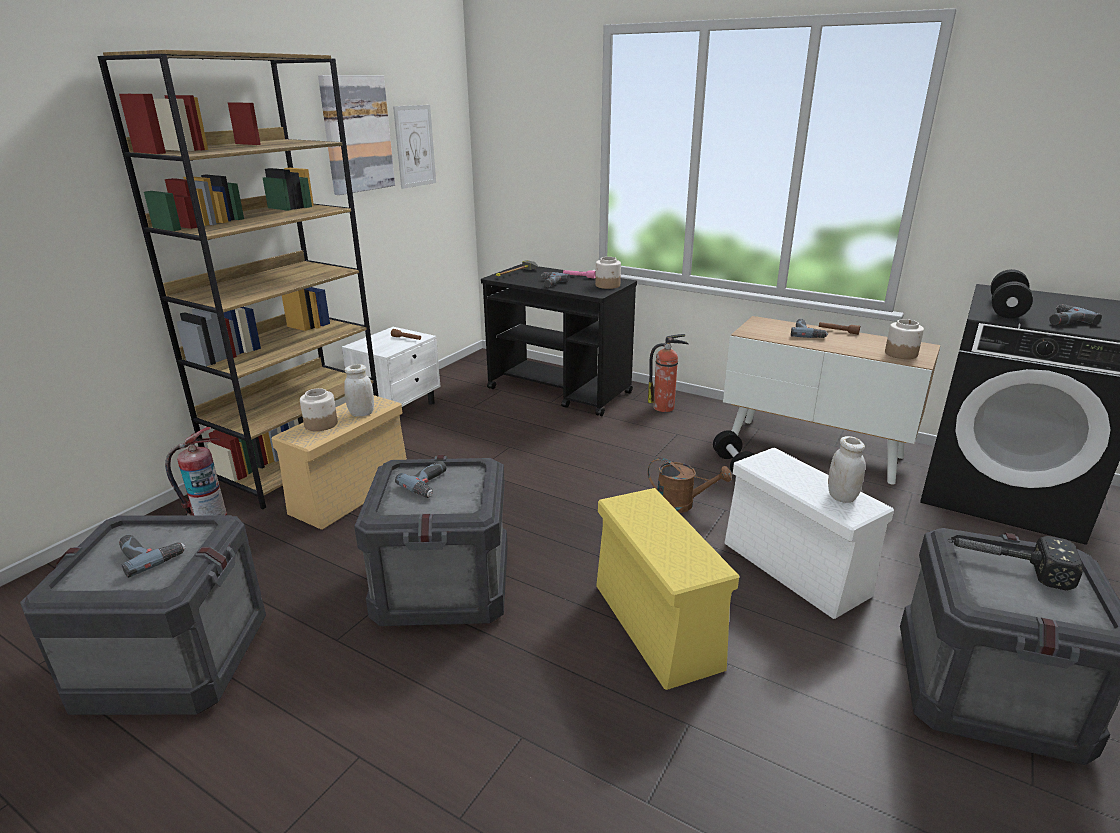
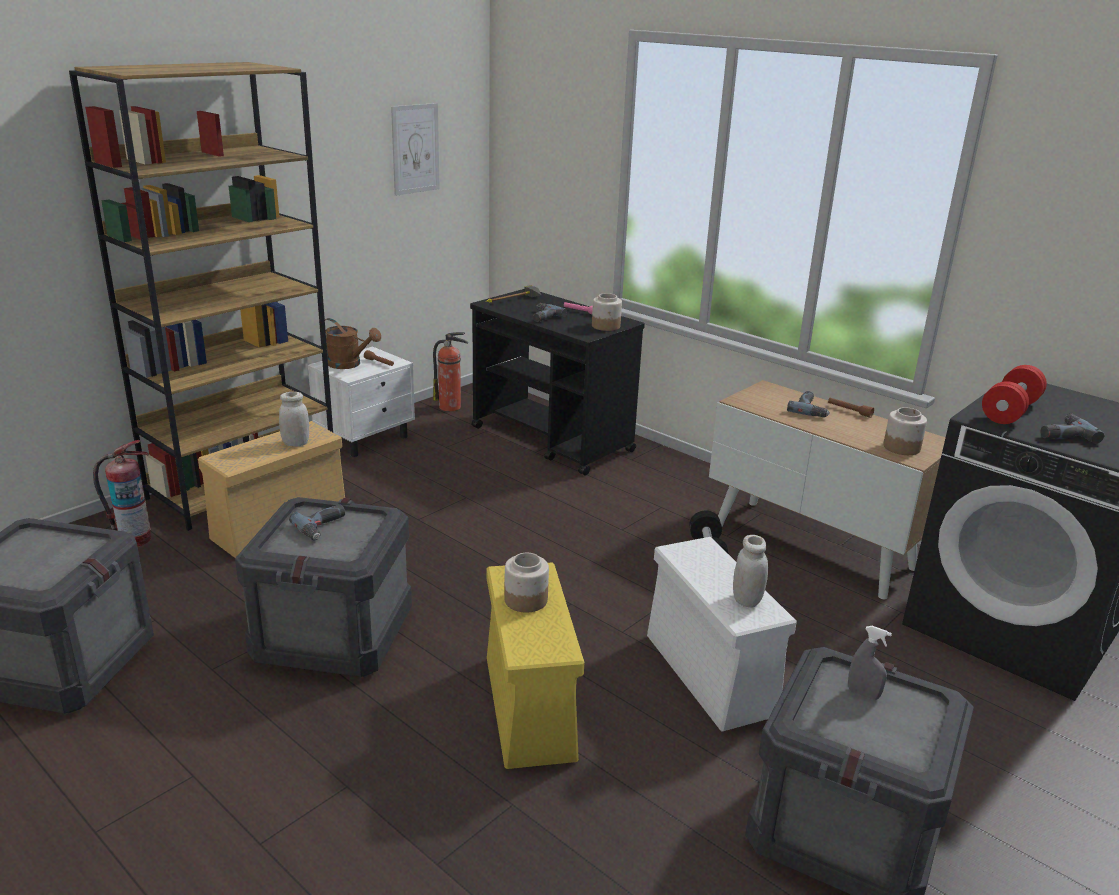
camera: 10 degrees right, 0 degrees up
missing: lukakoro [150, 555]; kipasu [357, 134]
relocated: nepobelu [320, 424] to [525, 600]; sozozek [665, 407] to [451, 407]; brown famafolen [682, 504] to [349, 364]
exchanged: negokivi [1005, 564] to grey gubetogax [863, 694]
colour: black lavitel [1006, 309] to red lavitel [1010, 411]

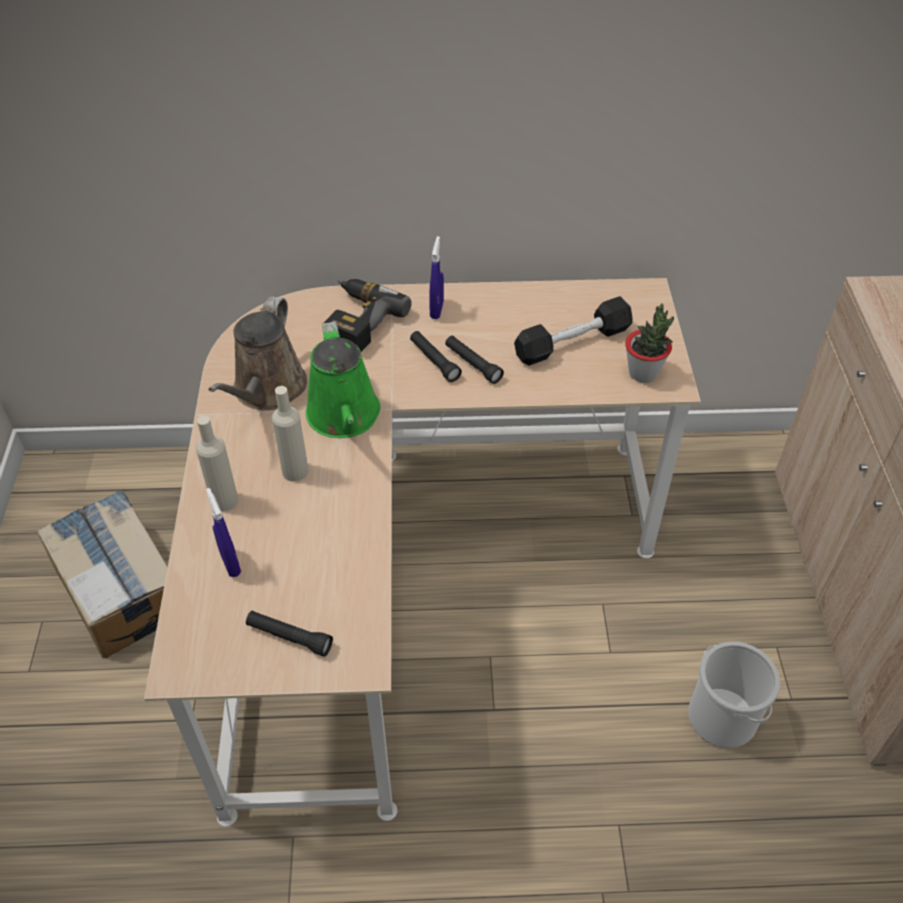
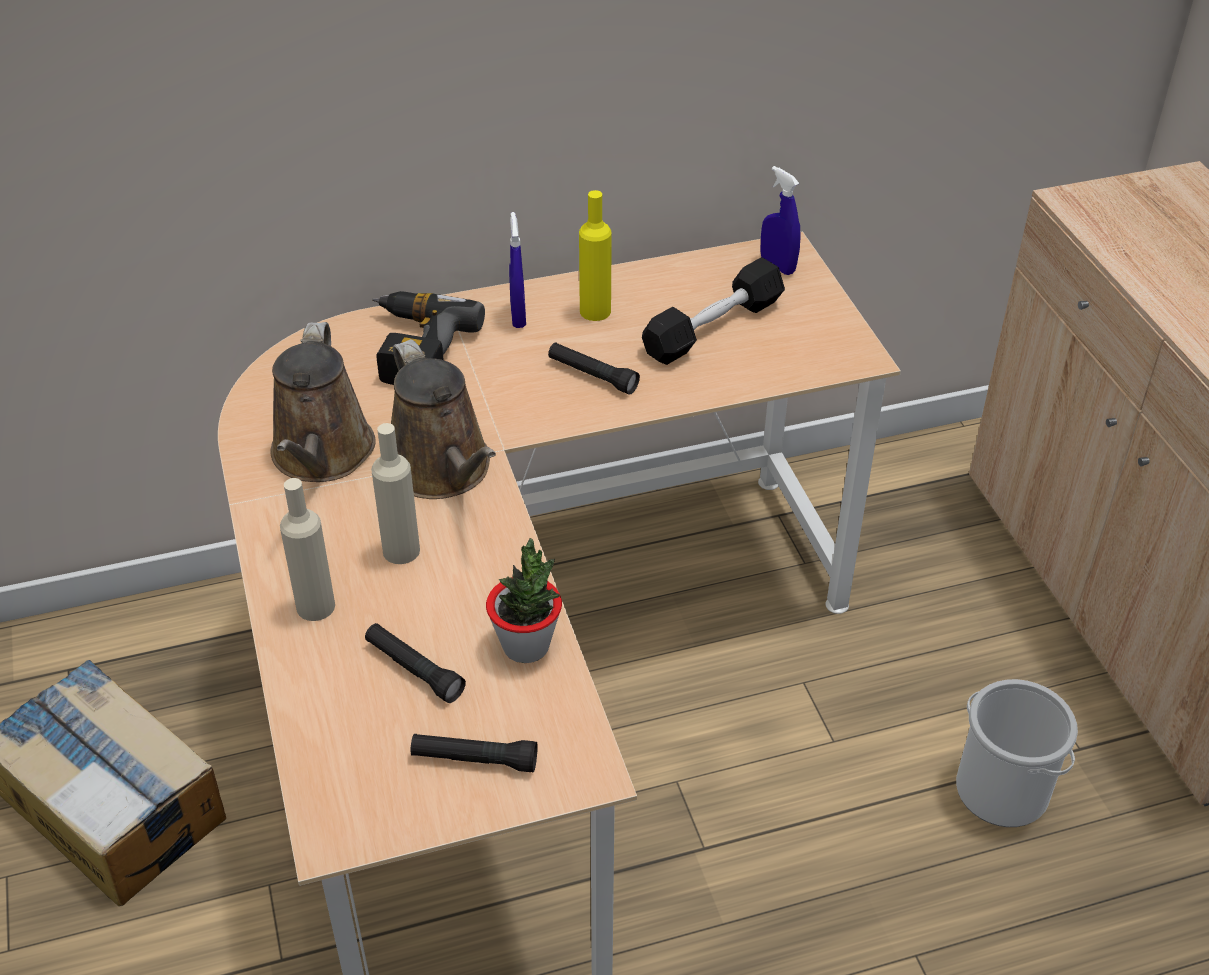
camera: 15 degrees left, 5 degrees down
appeared: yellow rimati [595, 311]
relocated: blue gubetogax [230, 563] to [777, 266]; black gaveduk [434, 361] to [414, 670]; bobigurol [643, 373] to [526, 646]
colour: green famafolen [344, 417] to brown famafolen [443, 471]

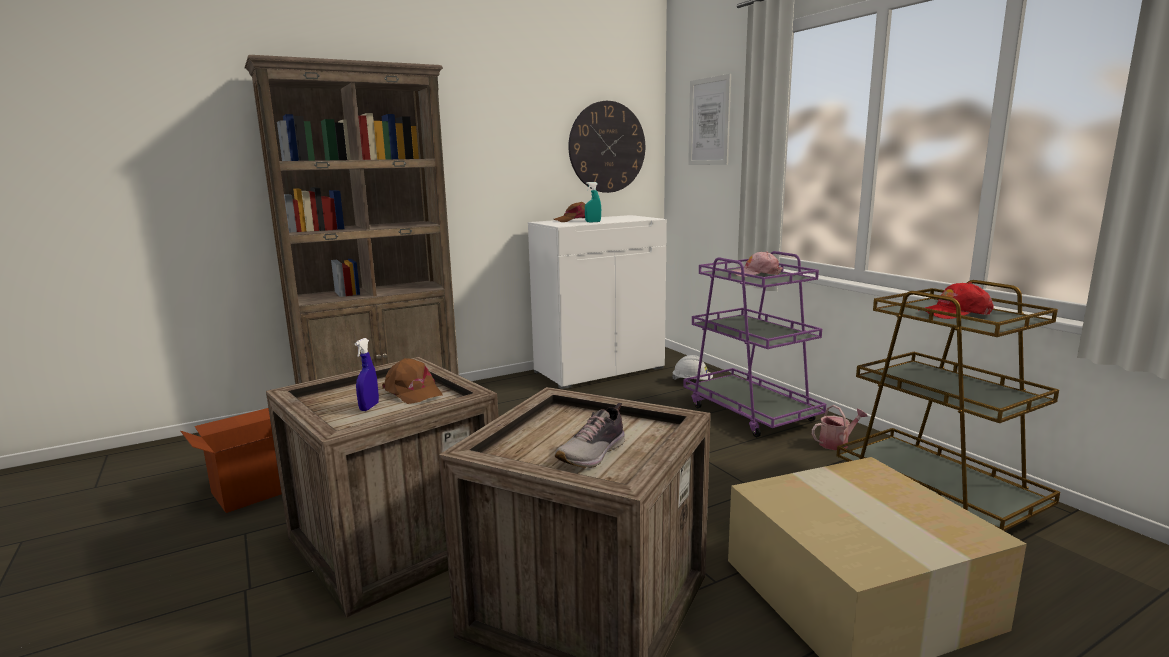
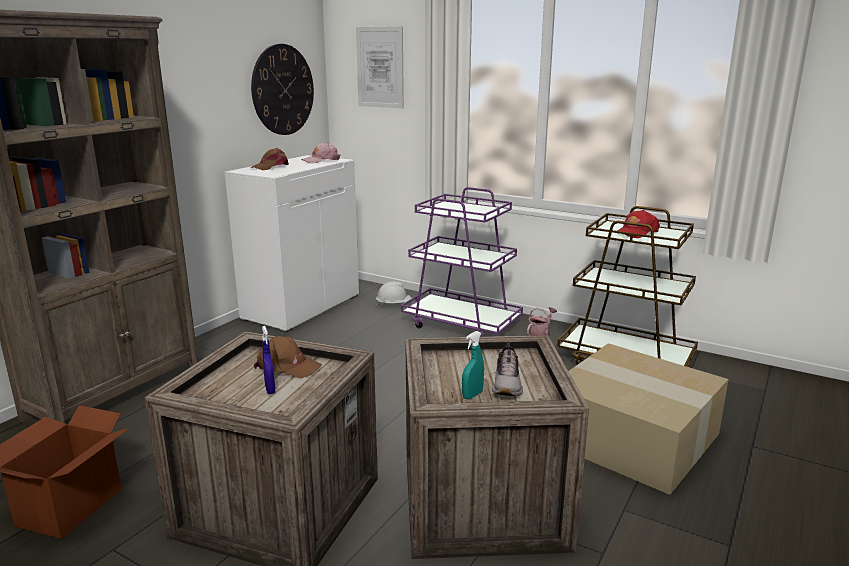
camera: 30 degrees left, 5 degrees up
relocated: turquoise gubetogax [593, 222] to [472, 395]; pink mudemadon [756, 274] to [321, 160]

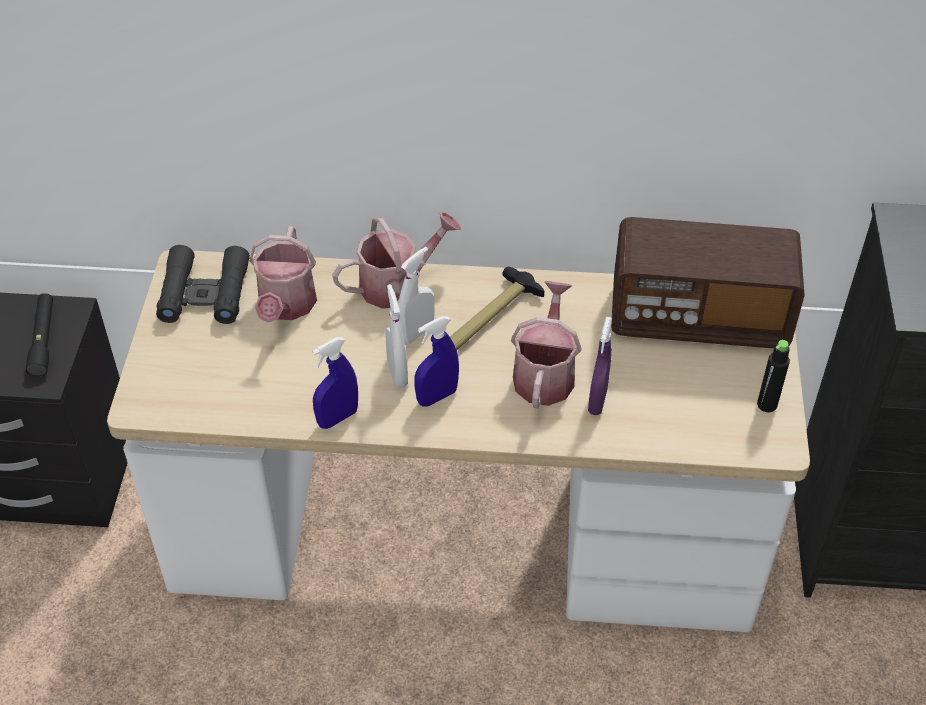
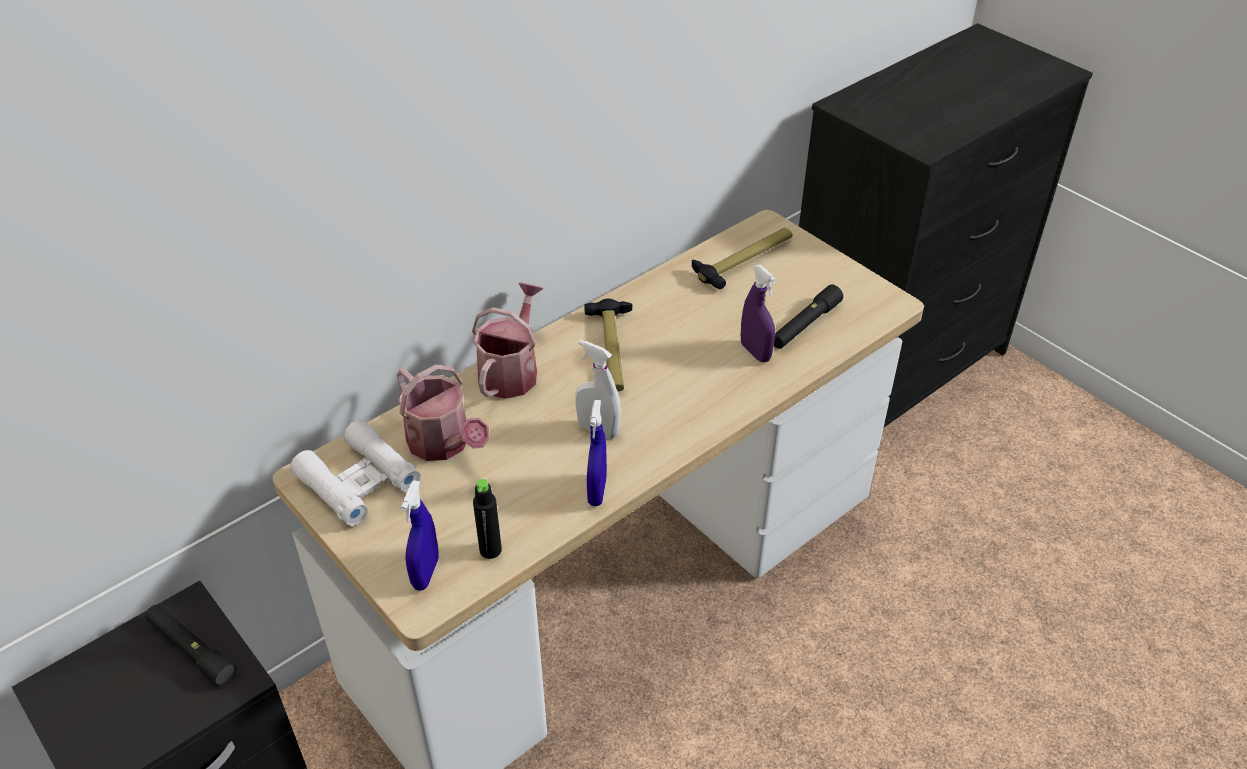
camera: 45 degrees left, 5 degrees down
missing: white gubetogax [416, 333]; famafolen [545, 373]
appeared: black gaveduk [805, 325]
relocated: blue gubetogax [437, 397] to [425, 573]; black rimati [767, 404] to [490, 550]
exchanged: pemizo [698, 318] to negokivi [744, 261]
colour: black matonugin [204, 293] to white matonugin [358, 481]

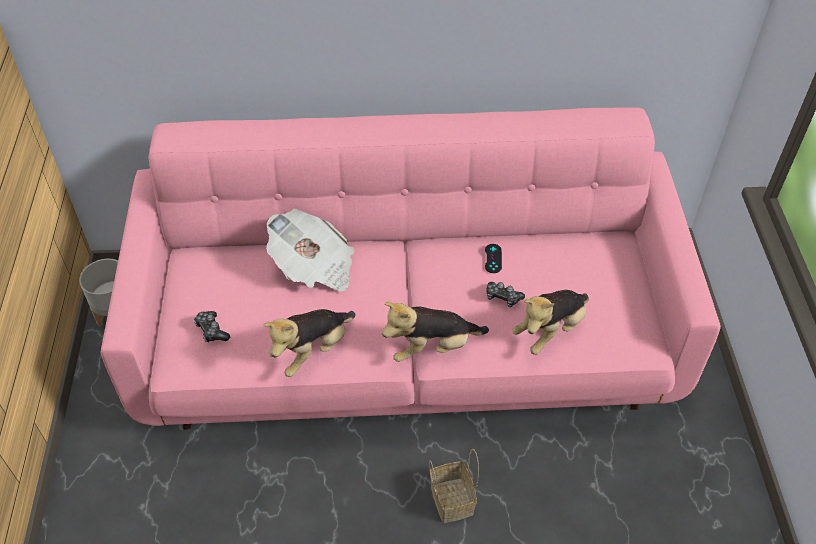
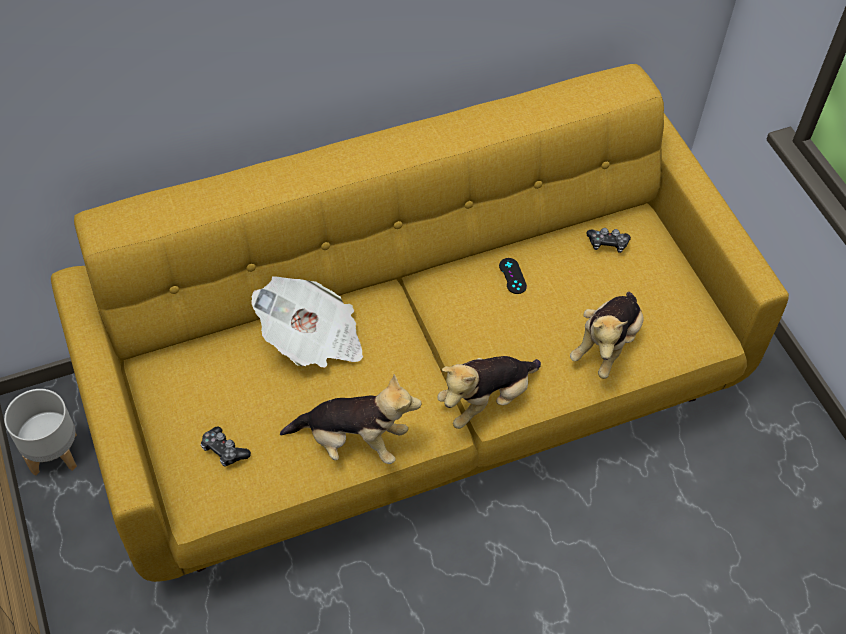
camera: 20 degrees left, 5 degrees up
missing: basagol [450, 499]
relocated: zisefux [502, 297] to [607, 244]
colour: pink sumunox [409, 343] to yellow sumunox [420, 392]
spun: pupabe [312, 351] = [353, 442] 105 degrees counterclockwise

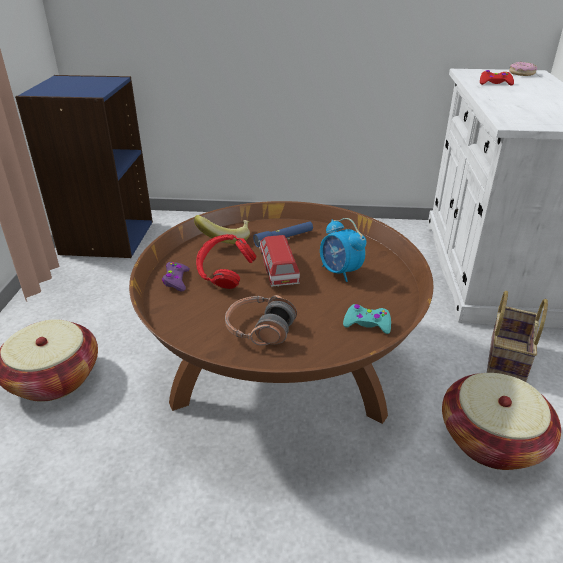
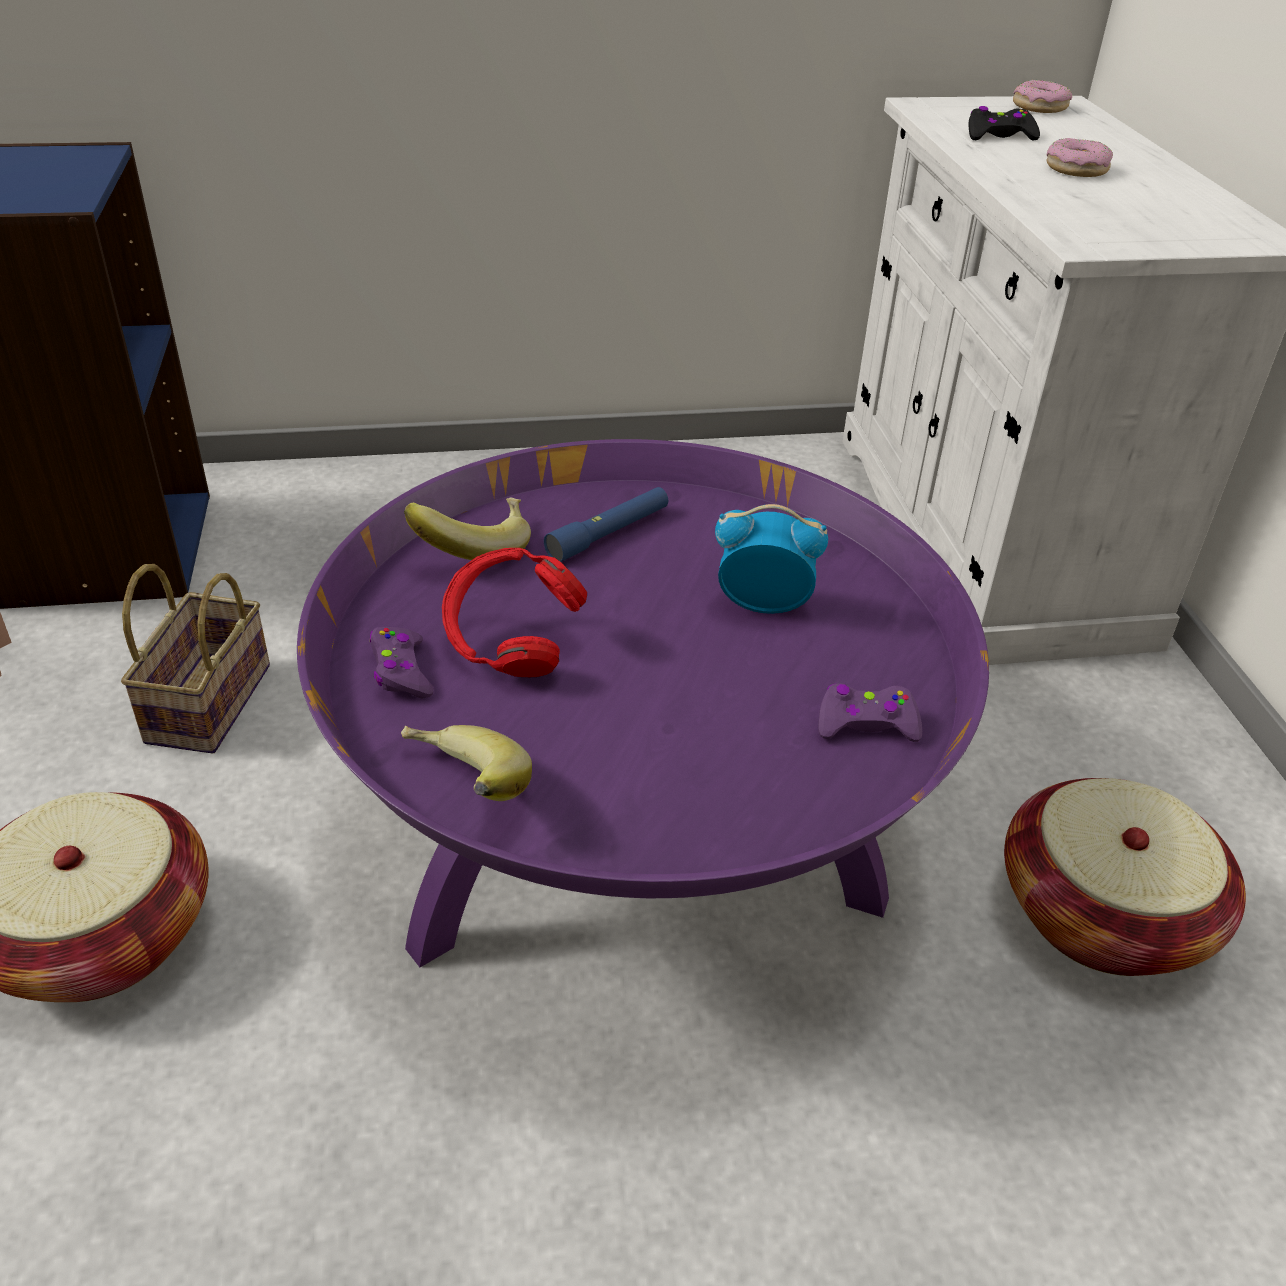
camera: 15 degrees left, 5 degrees up
missing: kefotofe [260, 329]; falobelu [279, 270]
appeared: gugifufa [461, 792]; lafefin [1076, 169]
relocated: basagol [506, 357] to [208, 700]
colour: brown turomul [281, 370] to purple turomul [634, 829]; turquoise zisefux [367, 324] to purple zisefux [866, 723]; red zisefux [495, 83] to black zisefux [999, 135]
spun: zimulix [340, 272] = [763, 605] 150 degrees clockwise

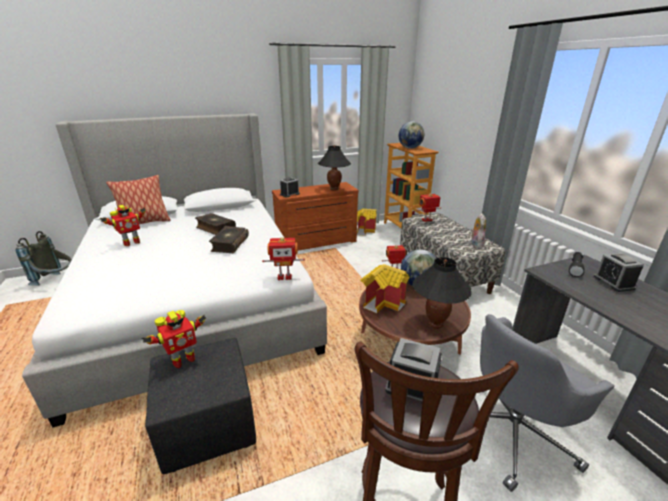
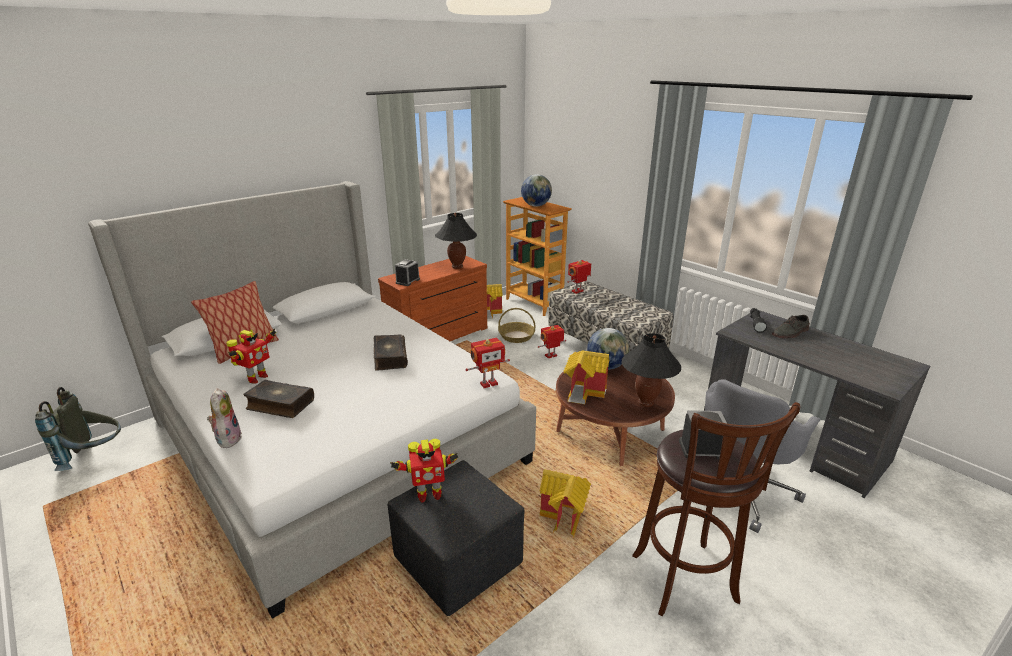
camera: 20 degrees left, 0 degrees up
appeared: basagol [517, 336]; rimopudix [564, 519]
relocated: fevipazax [215, 228] to [280, 405]; pupabe [475, 244] to [228, 438]
exchanged: zimulix [613, 283] to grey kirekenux [790, 332]
spun: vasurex [182, 360] = [428, 494] 45 degrees clockwise

